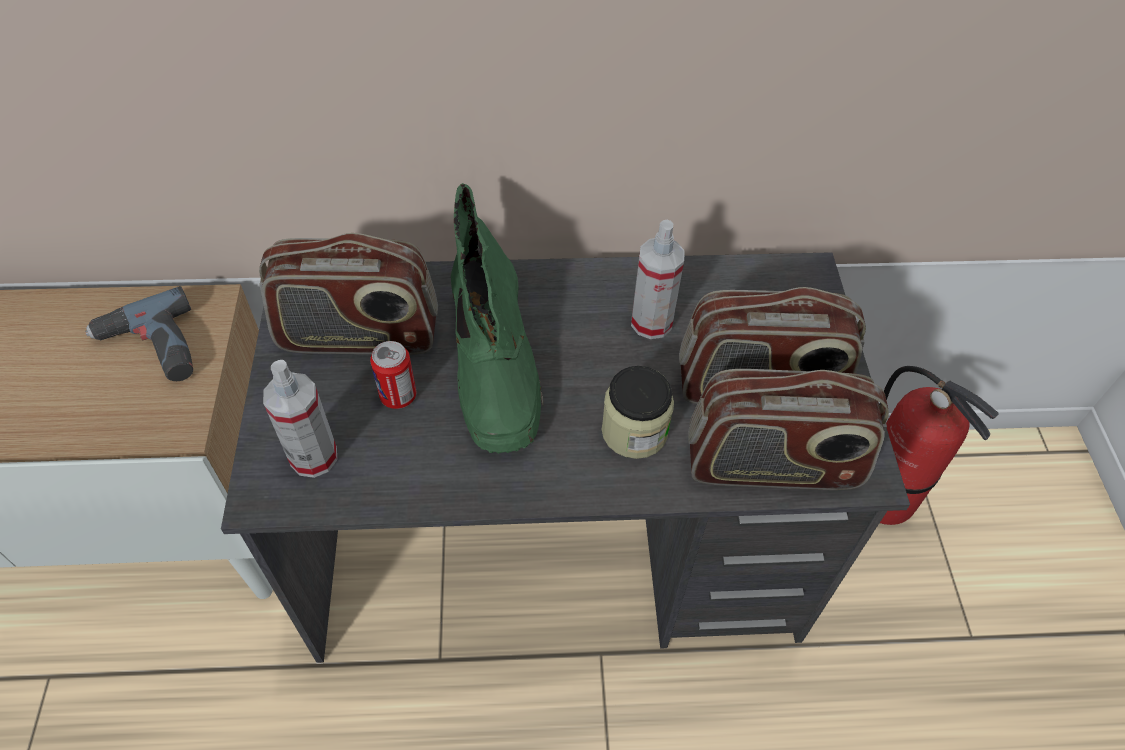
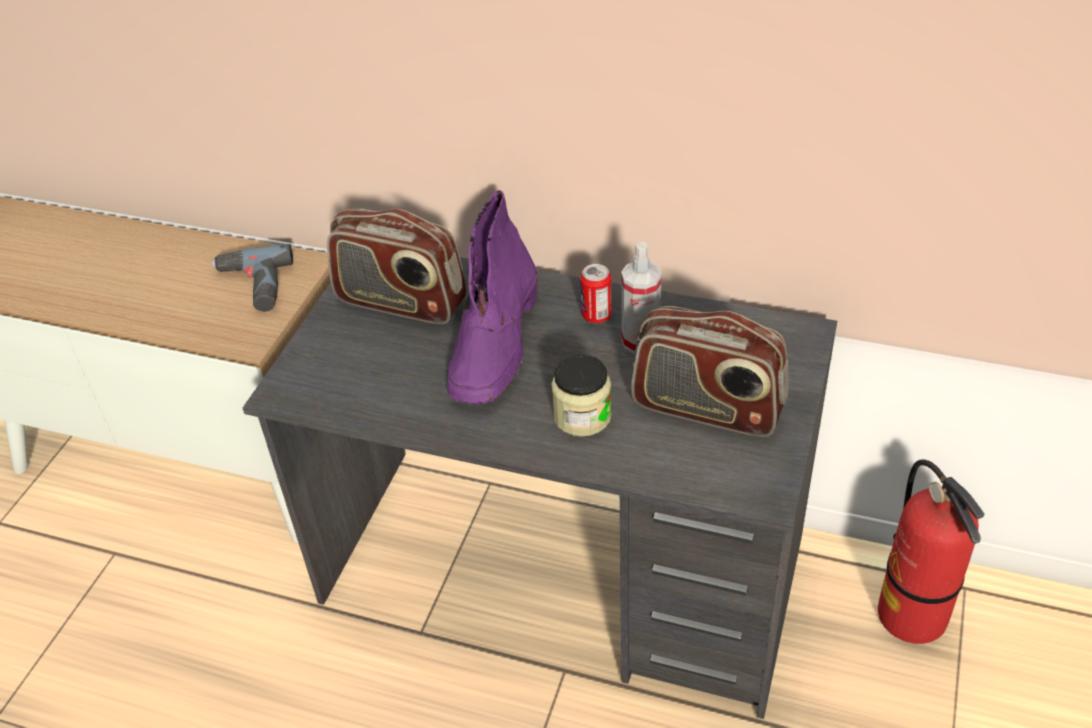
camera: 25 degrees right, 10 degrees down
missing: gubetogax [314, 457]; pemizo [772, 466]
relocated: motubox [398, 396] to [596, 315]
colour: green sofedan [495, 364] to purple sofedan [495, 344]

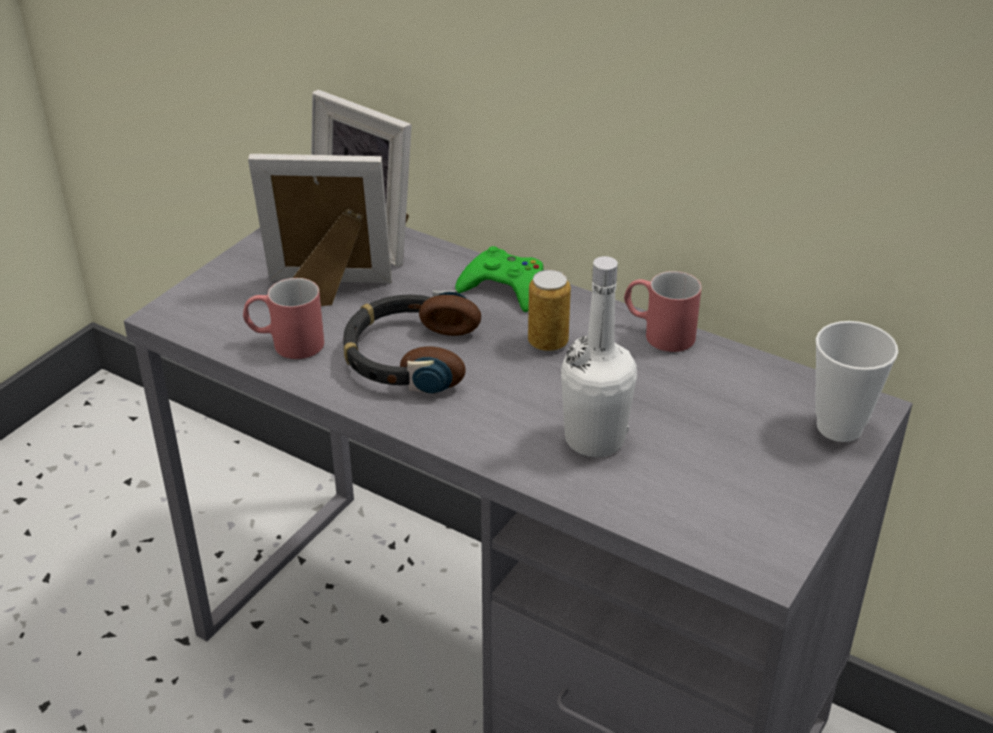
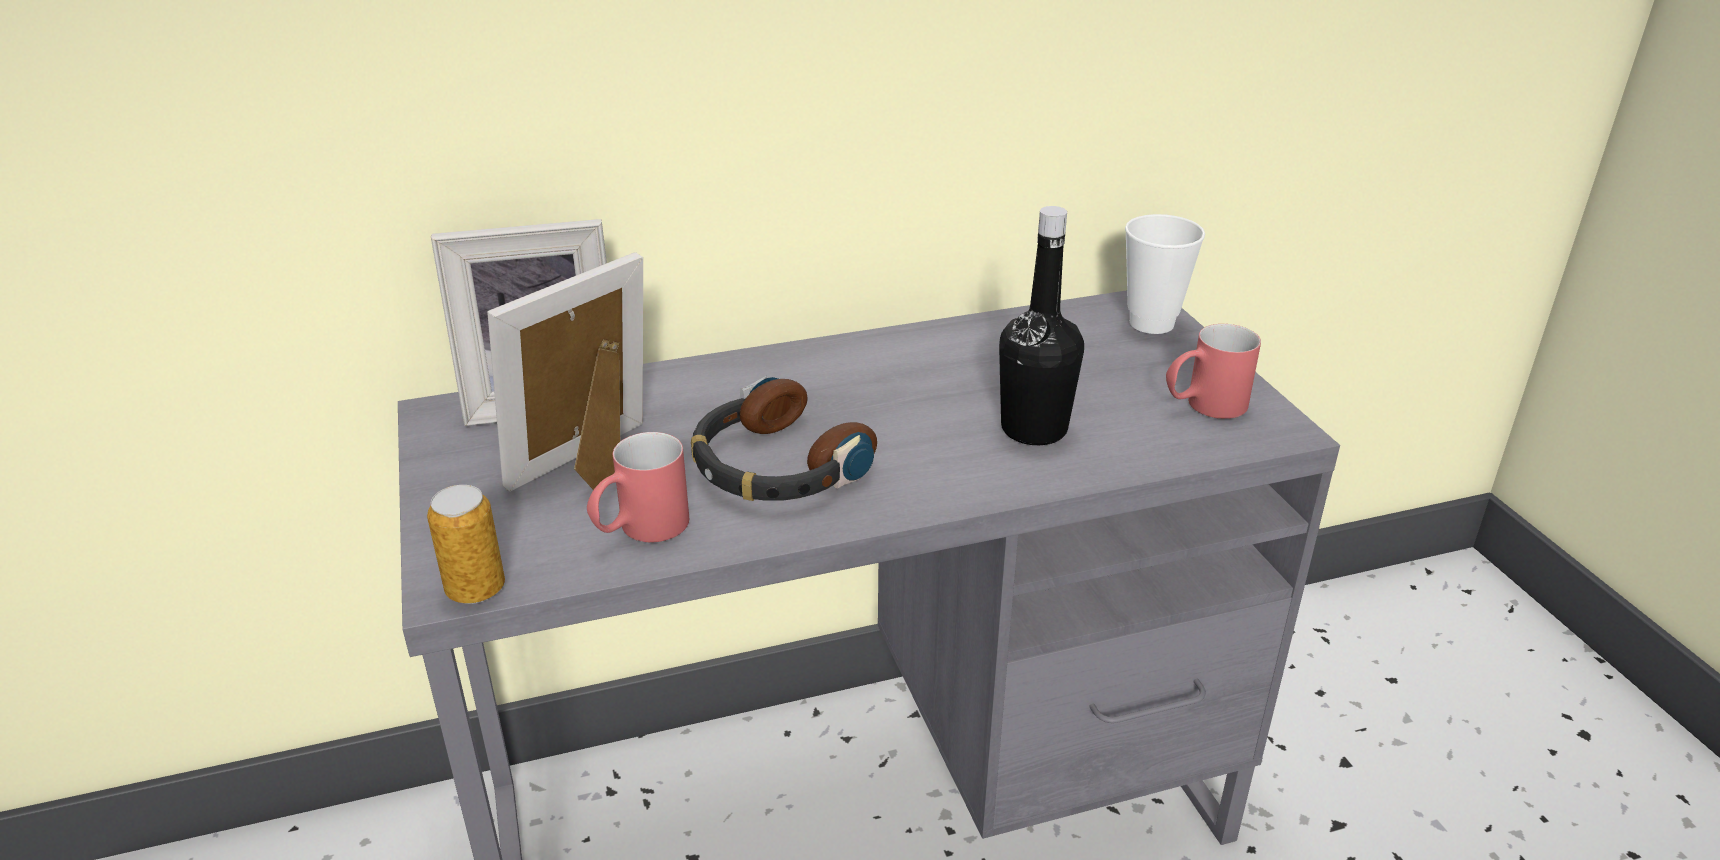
camera: 50 degrees left, 5 degrees down
missing: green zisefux [504, 287]
relocated: motubox [548, 342] to [475, 589]; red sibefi [658, 333] to [1203, 406]
colour: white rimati [594, 439] to black rimati [1034, 429]

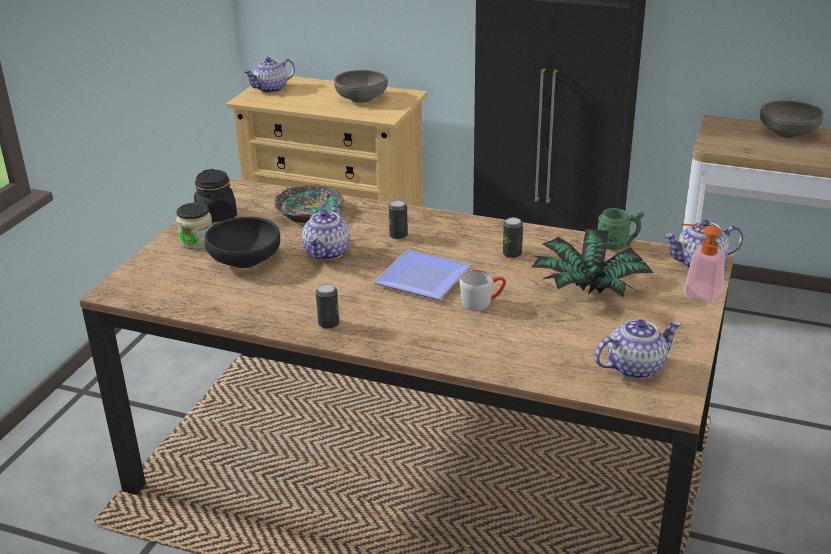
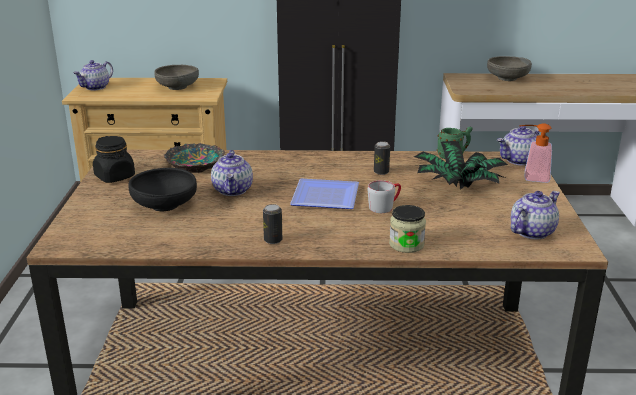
camera: 20 degrees left, 5 degrees down
missing: motubox [398, 236]
relocated: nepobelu [197, 241] to [406, 244]

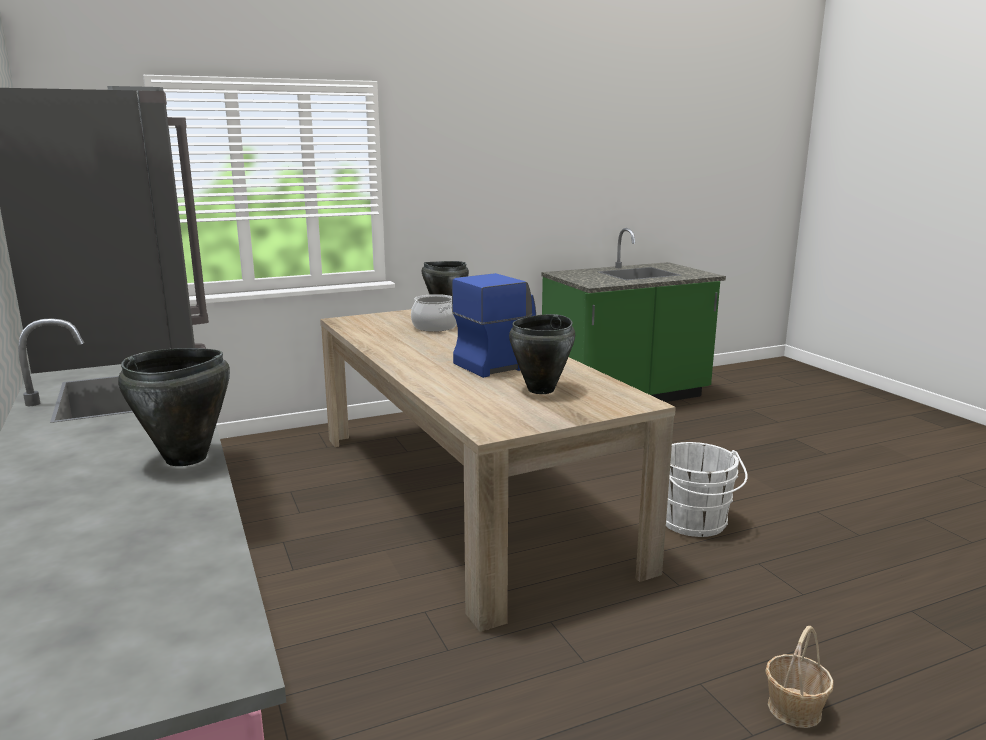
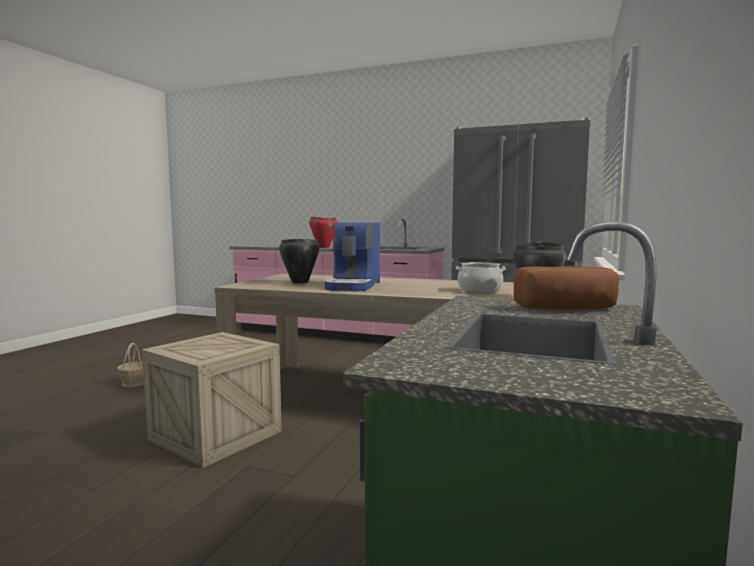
camera: 135 degrees right, 10 degrees down
appeared: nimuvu [567, 308]
exchanged: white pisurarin [694, 523] to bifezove [215, 435]
colour: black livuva [186, 458] to red livuva [323, 247]

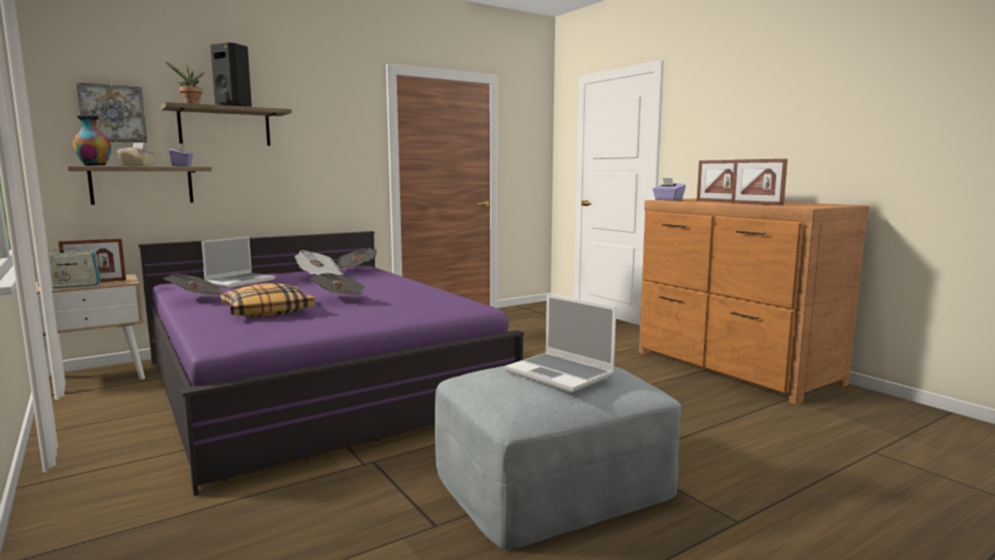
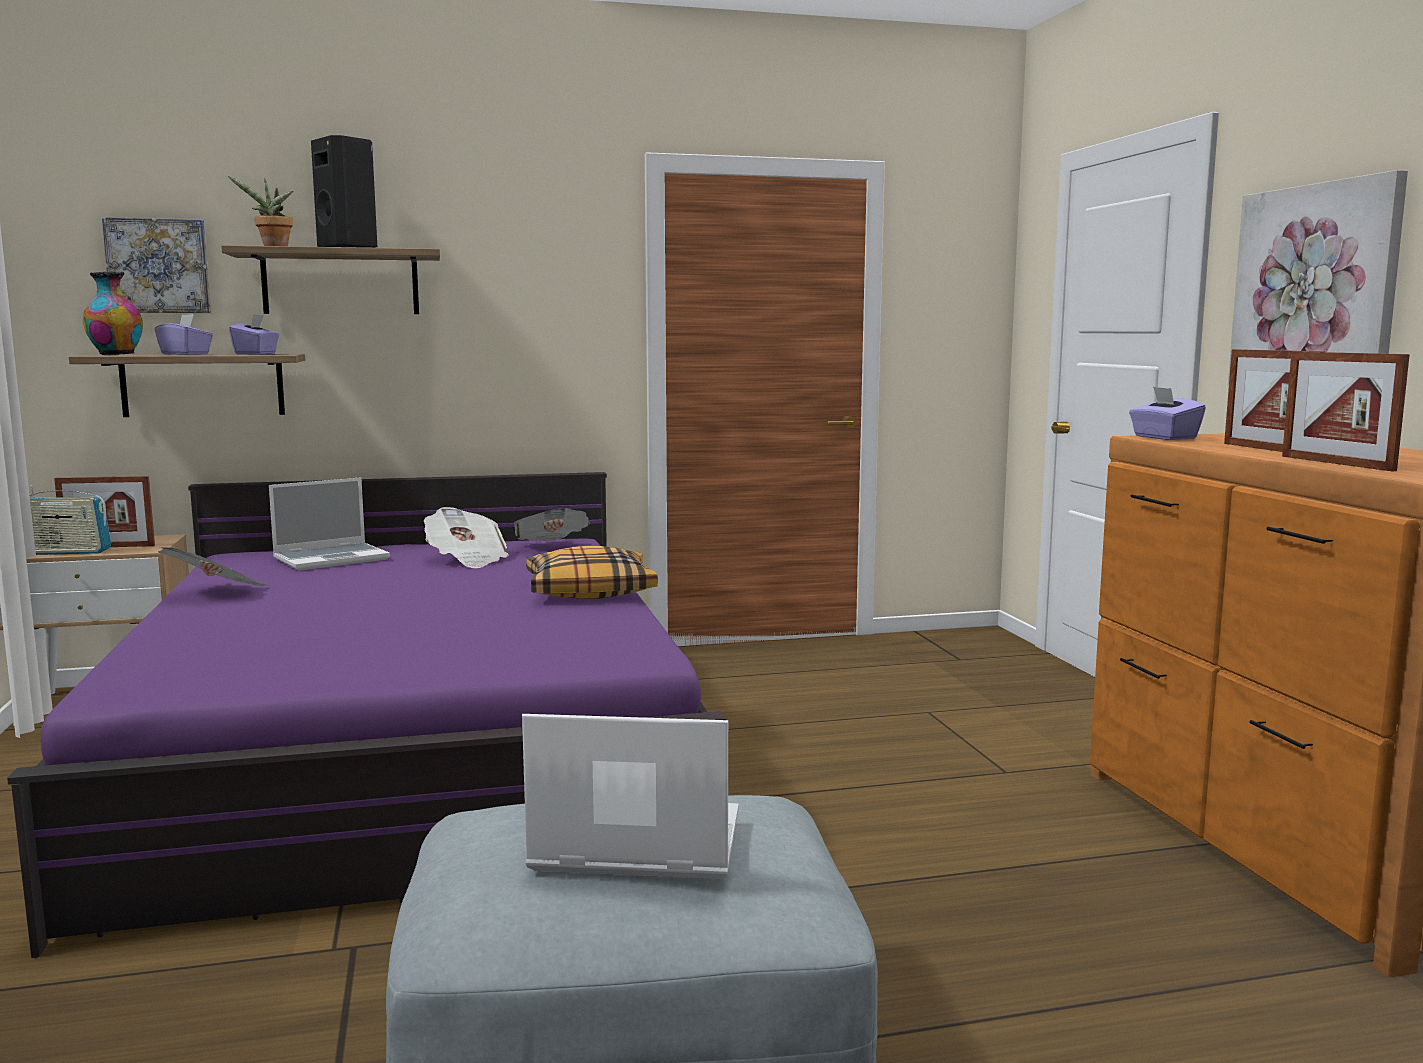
camera: 20 degrees right, 0 degrees up
missing: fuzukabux [341, 300]
appeared: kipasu [1315, 288]
relocated: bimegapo [267, 311] to [590, 590]
colour: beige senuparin [138, 166] to purple senuparin [186, 354]
spun: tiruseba [561, 374] = [634, 844] 120 degrees clockwise

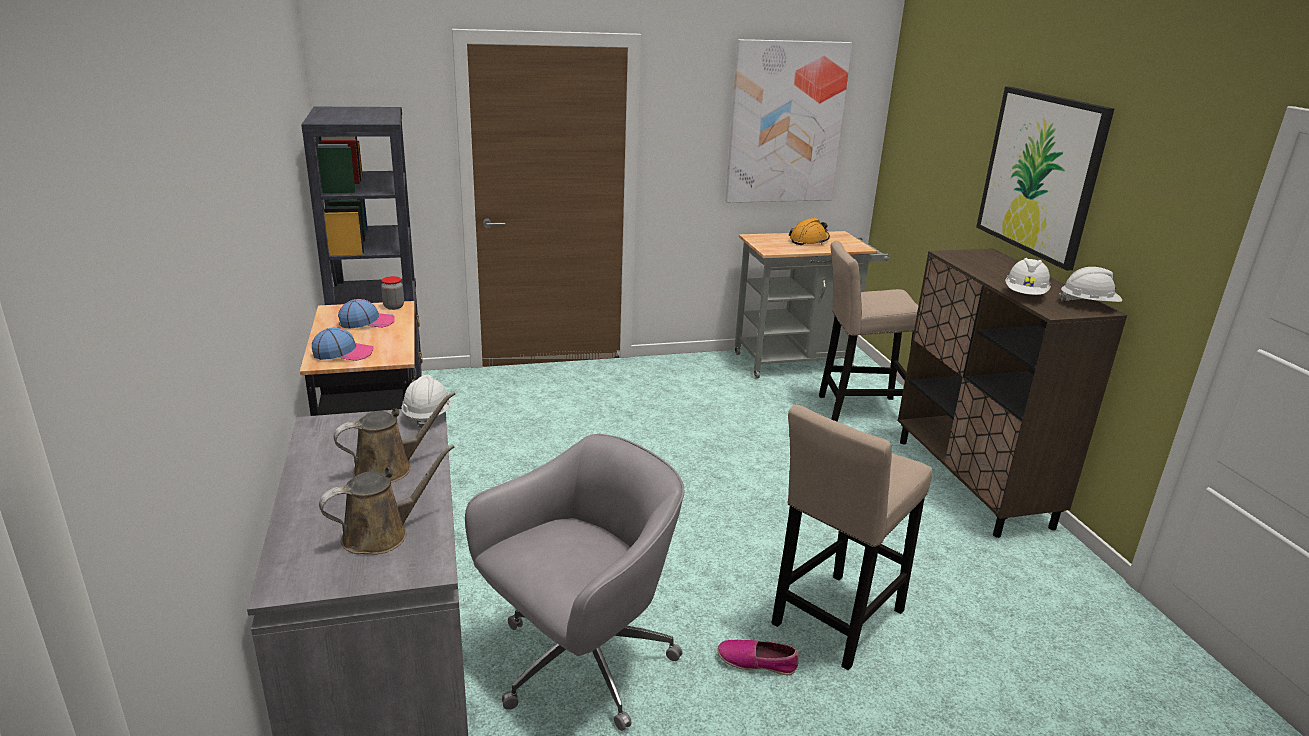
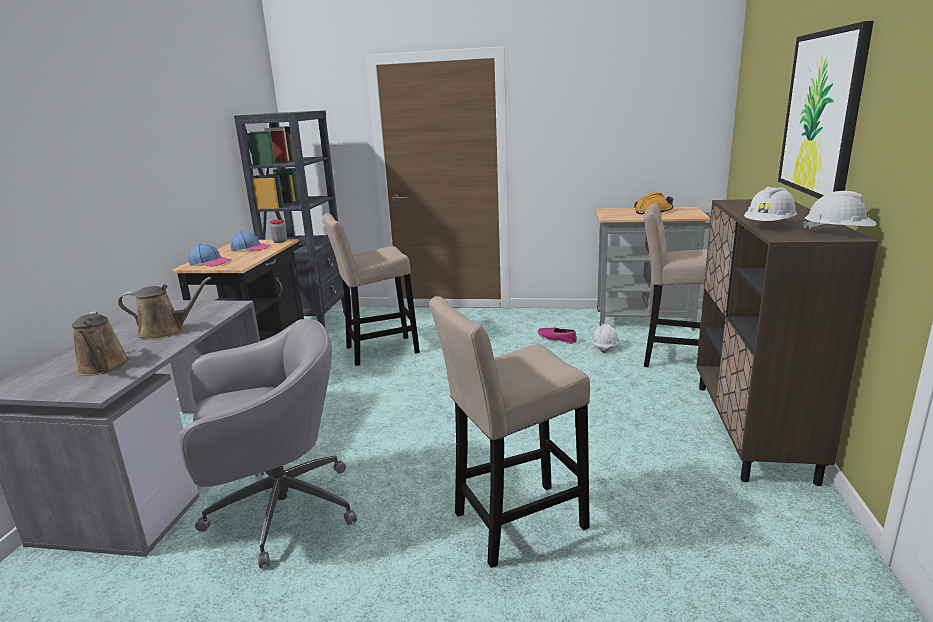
camera: 25 degrees right, 5 degrees down
missing: kipasu [785, 123]
appeared: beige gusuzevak [377, 351]
relocated: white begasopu [427, 415] to [605, 347]; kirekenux [757, 662] to [557, 339]
spun: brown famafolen [381, 534] = [103, 367] 75 degrees clockwise

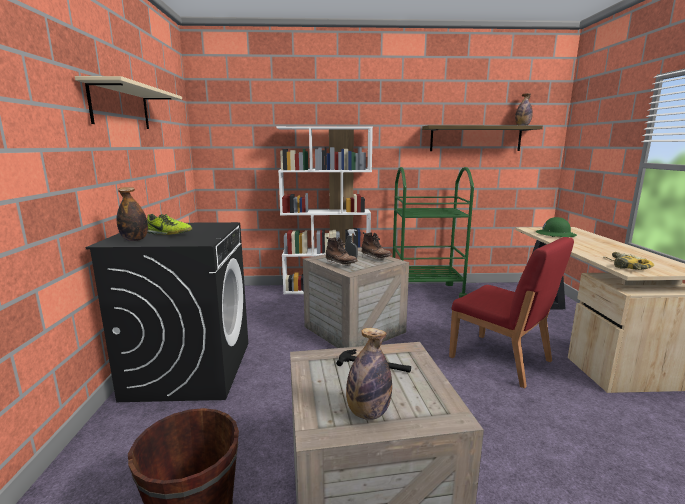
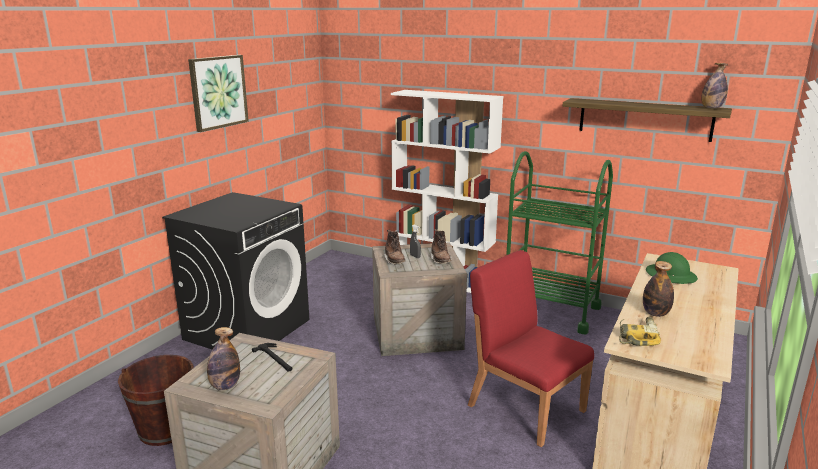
camera: 30 degrees right, 5 degrees up
missing: kirekenux [169, 234]
relocated: rimati [135, 240] to [655, 313]
exchanged: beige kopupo [120, 107] to kipasu [218, 92]
spun: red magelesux [501, 359] = [525, 407] 150 degrees clockwise

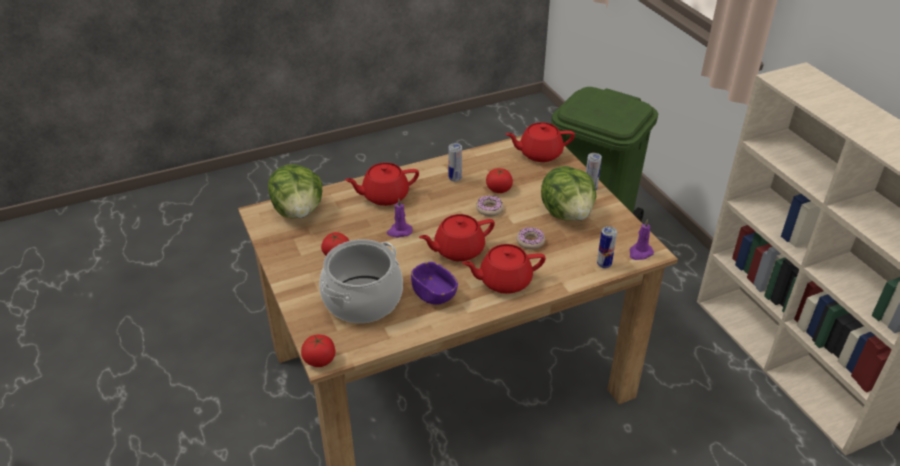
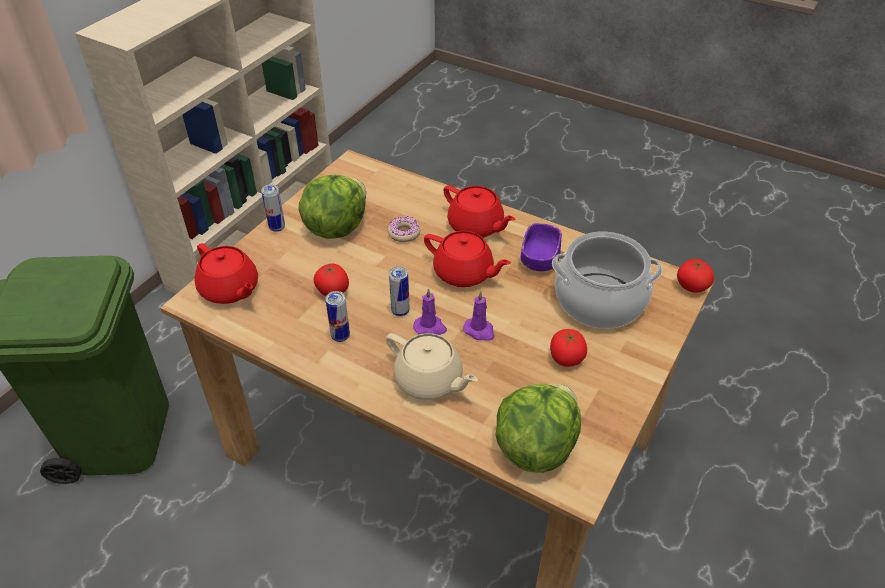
camera: 125 degrees left, 5 degrees up
missing: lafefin [489, 209]
relocated: motubox [604, 264] to [400, 311]; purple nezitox [640, 253] to [430, 327]
colour: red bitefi [384, 196] to beige bitefi [429, 381]

